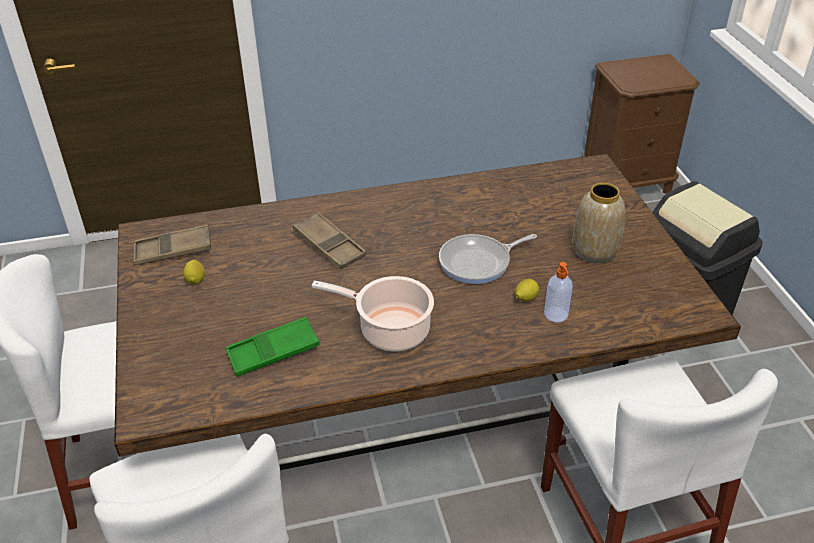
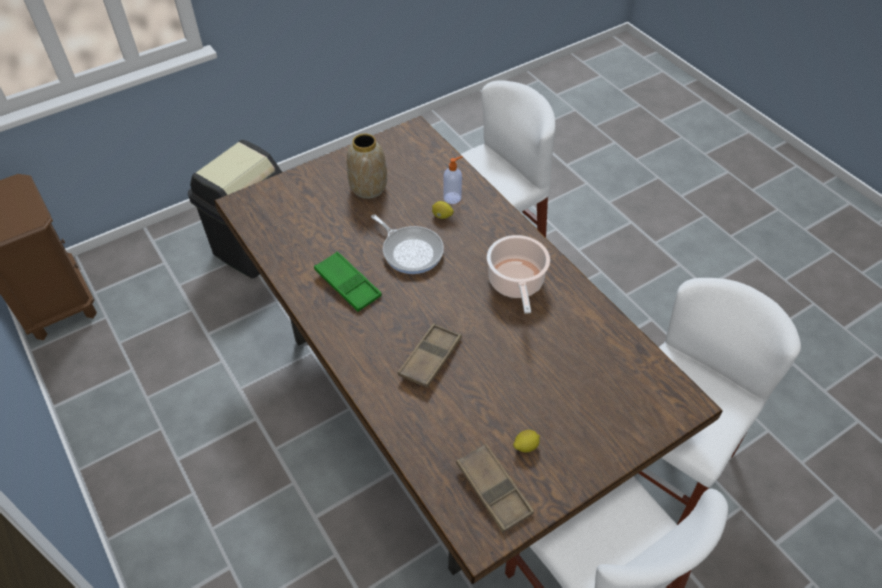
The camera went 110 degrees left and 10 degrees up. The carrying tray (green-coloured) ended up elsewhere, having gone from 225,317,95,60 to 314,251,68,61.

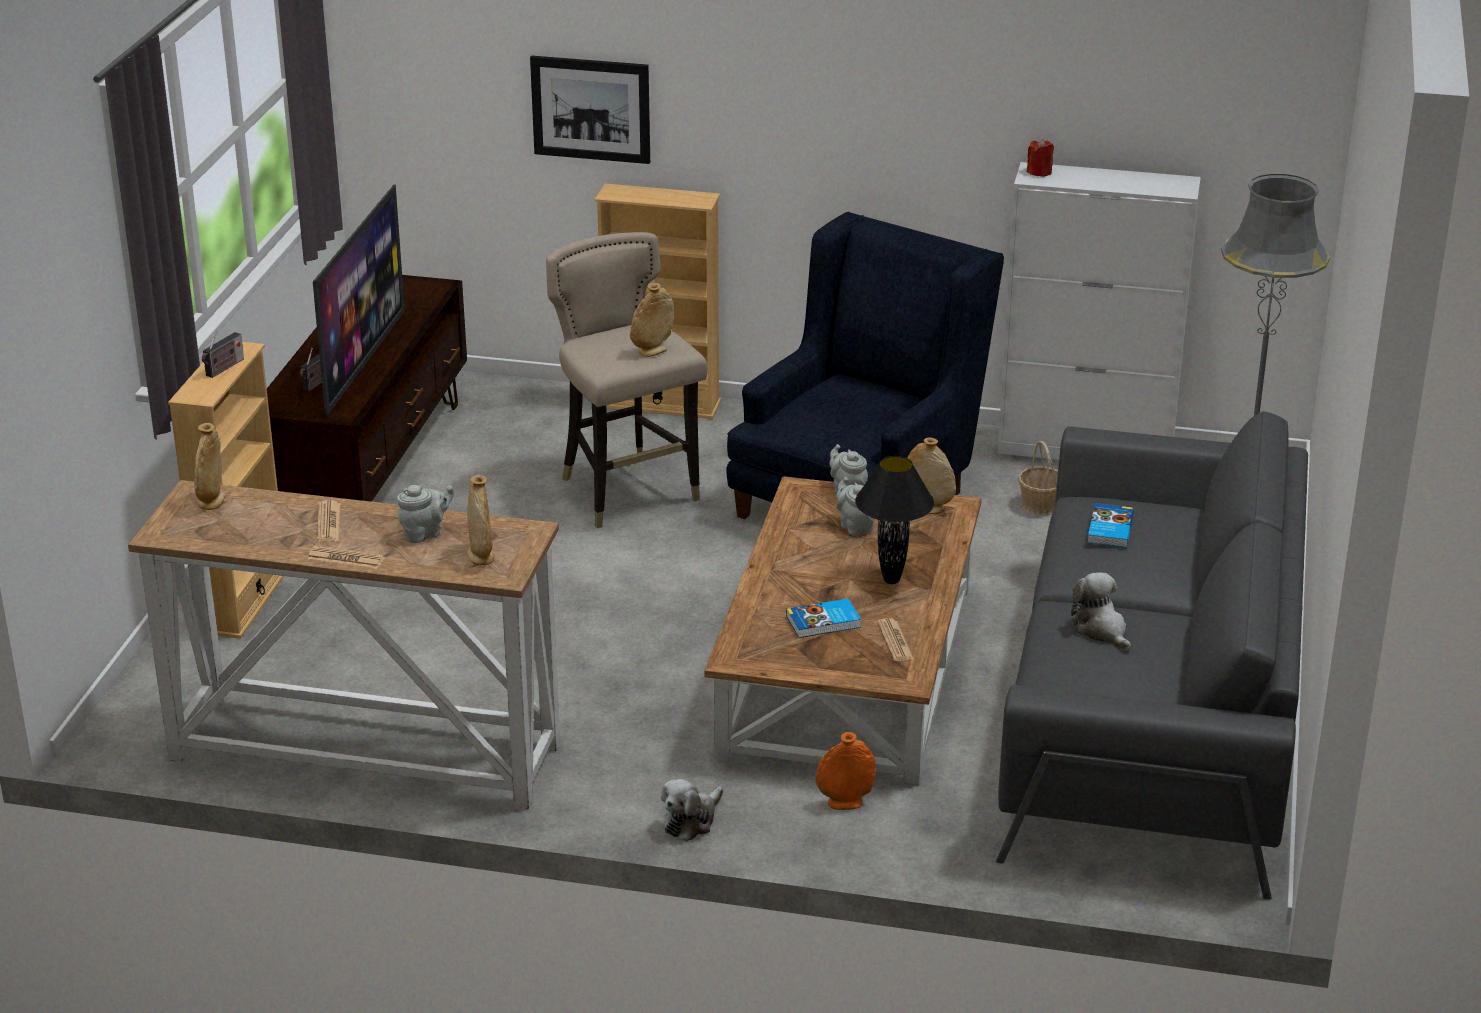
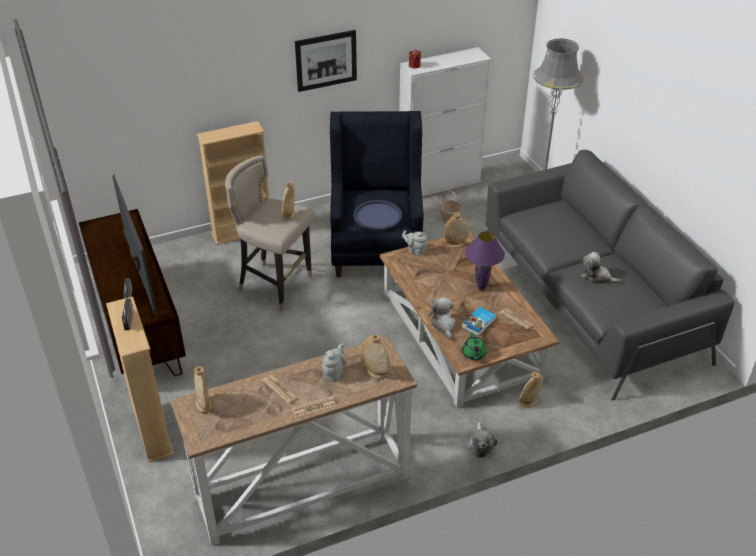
The camera went 35 degrees left and 10 degrees up. The picture ended up elsewhere, having gone from 530,56,120,108 to 295,30,62,62. The second view gained the carrying tray (bluish) at 353,200,49,30. The second view gained the plush toy at 429,297,27,42. The second view gained the tea pot (green-coloured) at 462,332,25,29. What was the tabletop lamp (blackish) at 855,456,79,128 turned into the tabletop lamp (purple-coloured) at 465,232,40,59. What was the flower vase (orangey) at 815,732,61,78 turned into the flower vase (beige) at 519,372,24,36. The second view lost the tea pot (grey) at 836,477,38,58. The second view lost the volume at 1087,503,47,44.

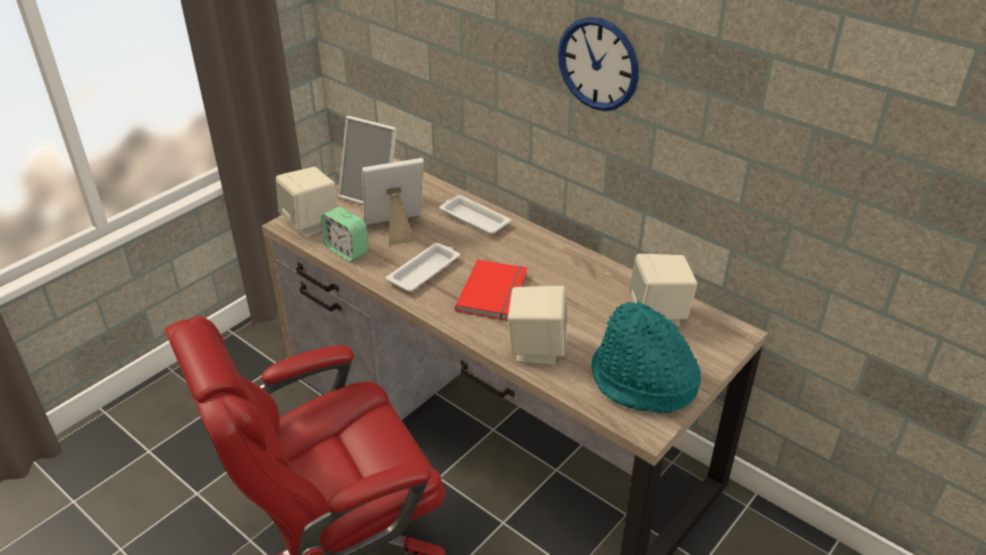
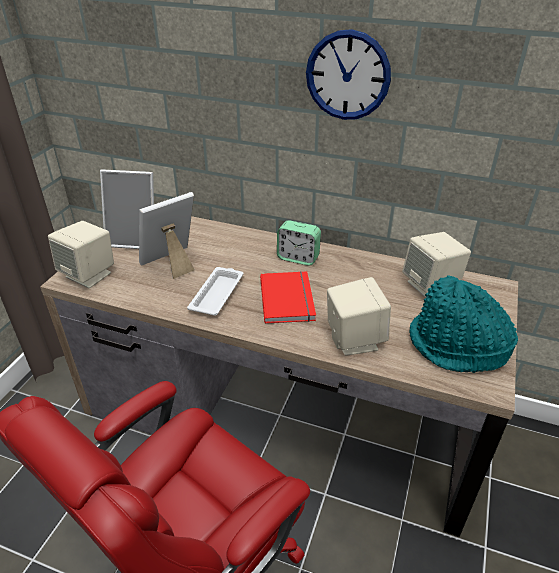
The camera went 20 degrees left and 0 degrees up. The bedside clock ended up elsewhere, having gone from 321,207,47,55 to 277,220,44,46. The second view lost the carrying tray (whitish) at 439,195,72,39.

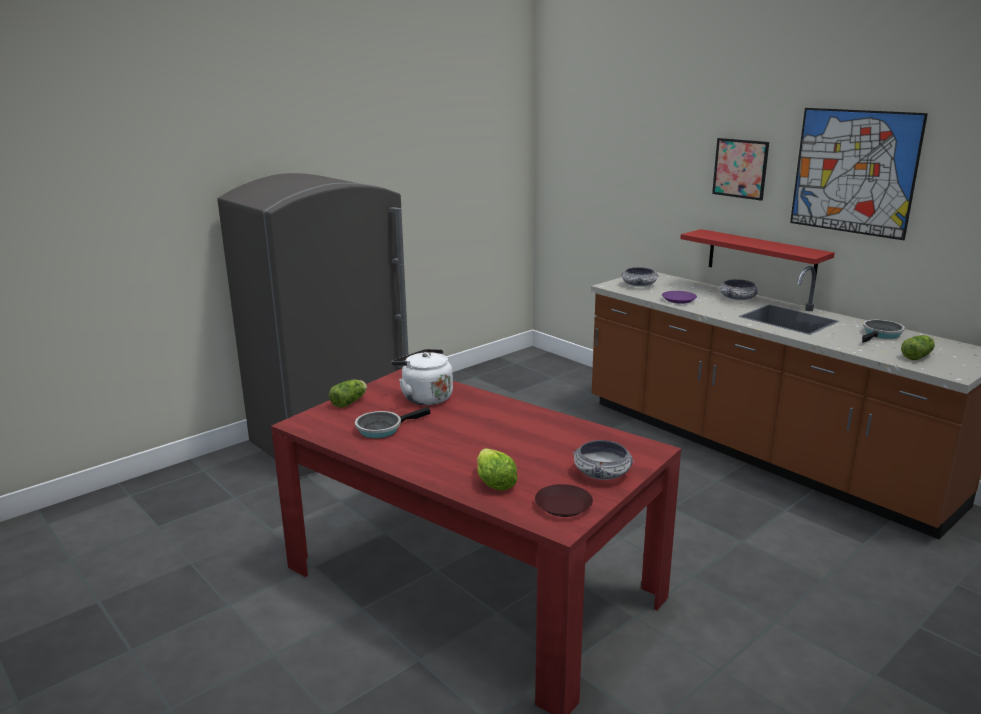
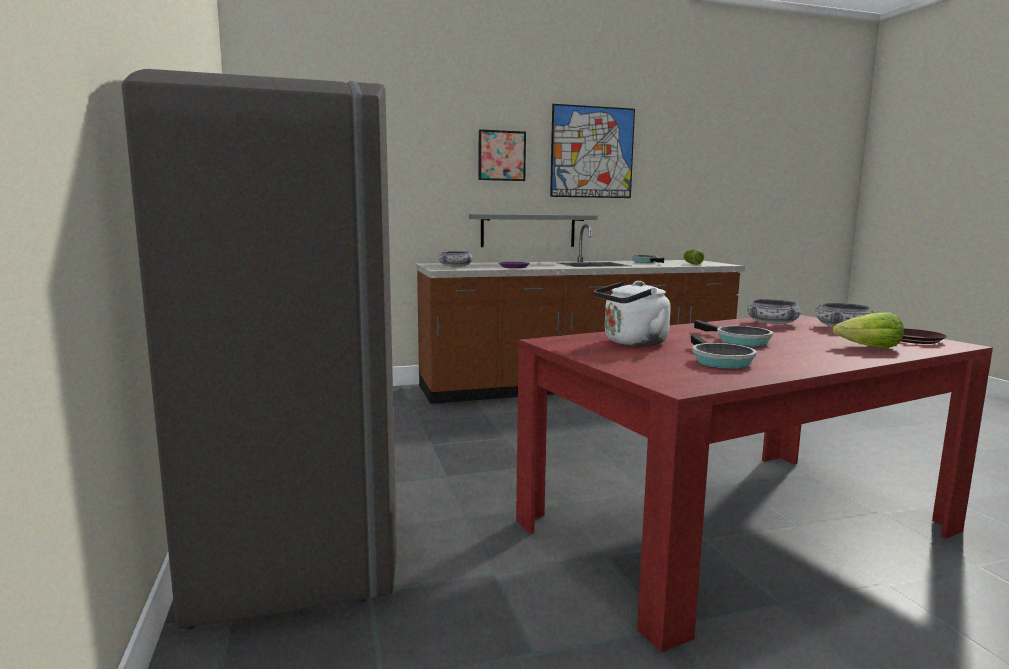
The camera went 65 degrees left and 10 degrees down. What was the shelf (reddish) at 680,229,155,60 turned into the shelf (grey) at 469,214,129,33. The second view gained the frying pan at 694,320,79,27. The deep dish ended up elsewhere, having gone from 719,279,40,21 to 746,299,56,25. The second view lost the head of lettuce at 329,380,38,28.

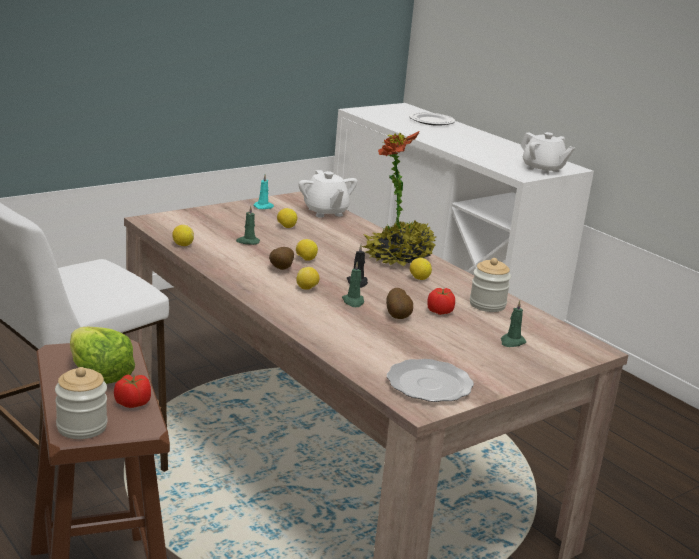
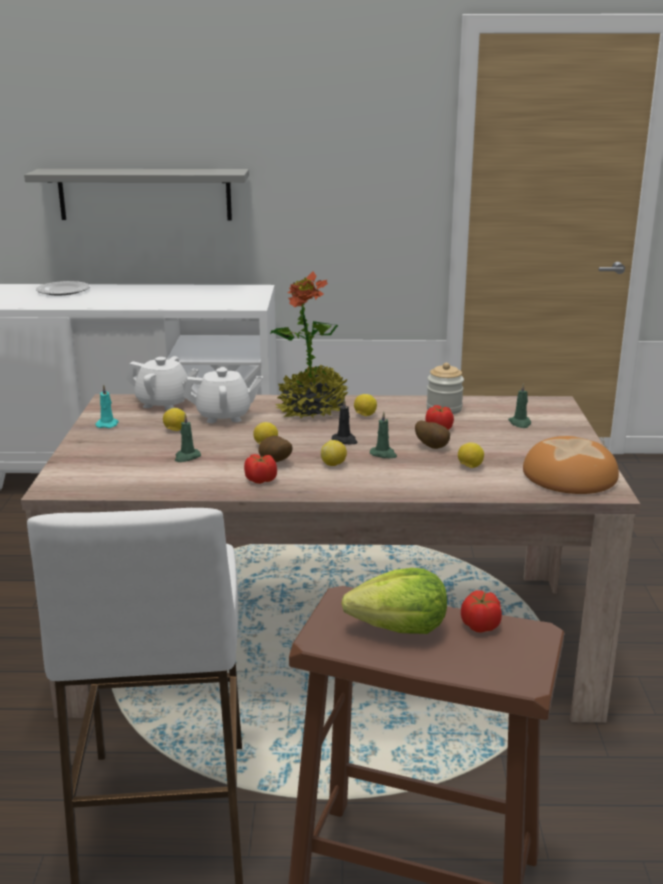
The camera went 50 degrees left and 0 degrees up. The second view gained the shelf (grey) at 24,169,225,52. The tea pot (whitish) ended up elsewhere, having gone from 521,132,54,43 to 183,367,80,56. The second view gained the whole tomato at 244,454,33,30. The citrus fruit ended up elsewhere, having gone from 172,225,22,21 to 458,443,26,25. Where the flat dish stood at 387,359,87,43, the bread came to stand at 523,436,96,58. The second view lost the preserve jar at 55,367,52,72.

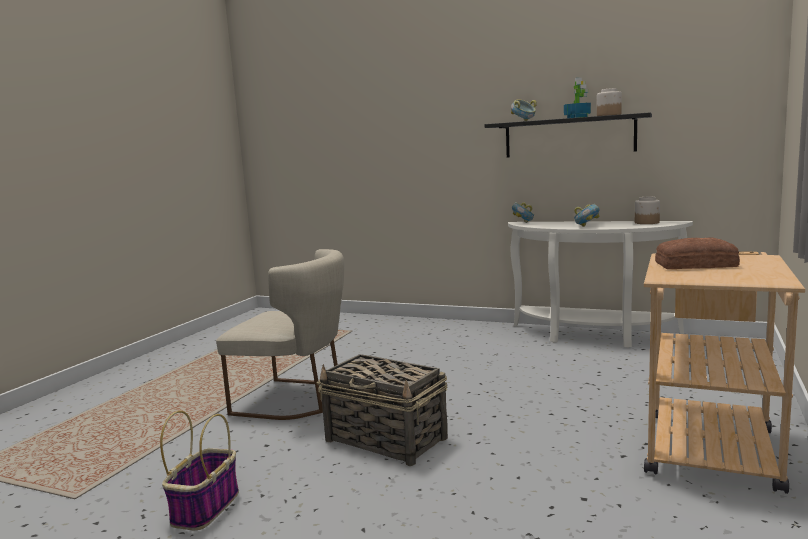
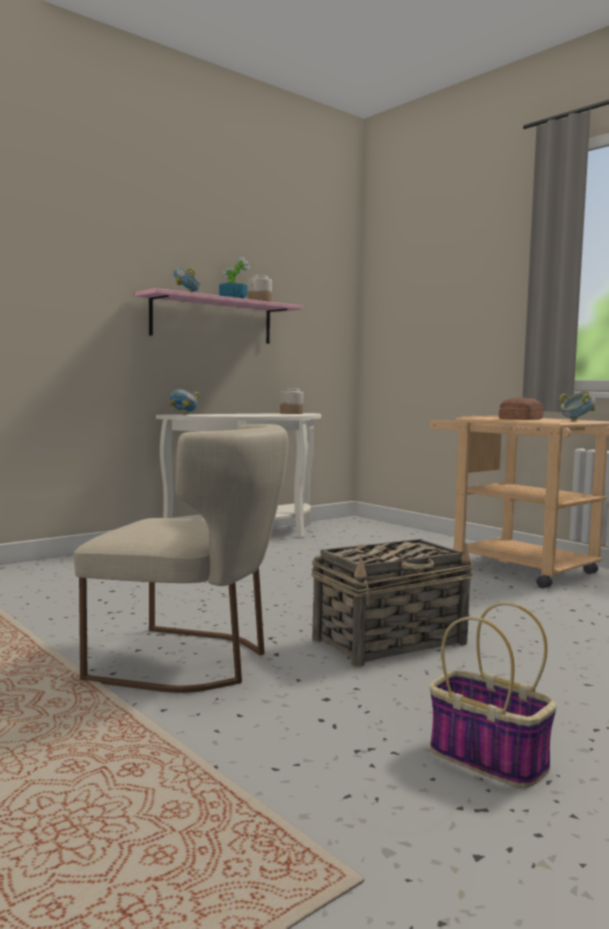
The camera went 65 degrees left and 5 degrees down. The plain chair (beige) at 216,249,128,171 ended up facing another way, 60 degrees clockwise from before. What was the shelf (blackish) at 485,112,167,46 turned into the shelf (pinkish) at 135,288,168,56. The deep dish ended up elsewhere, having gone from 574,204,26,23 to 559,392,36,29.

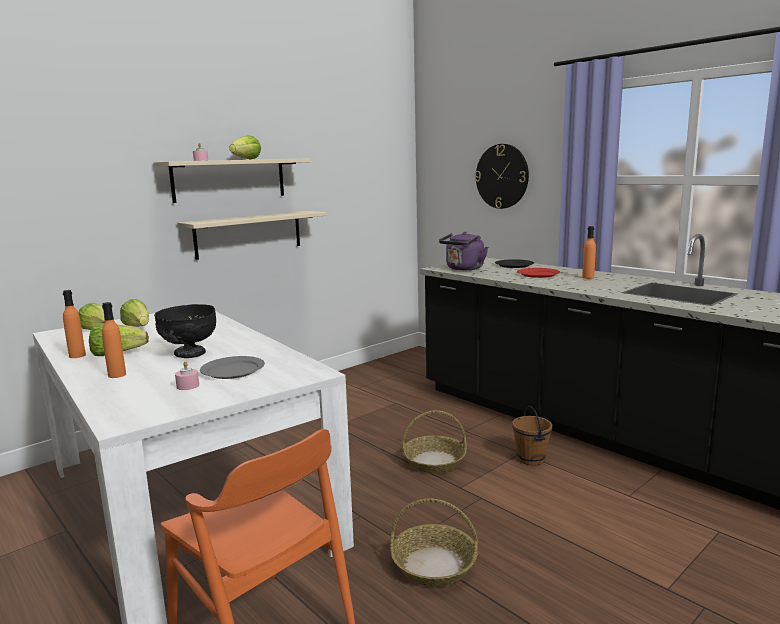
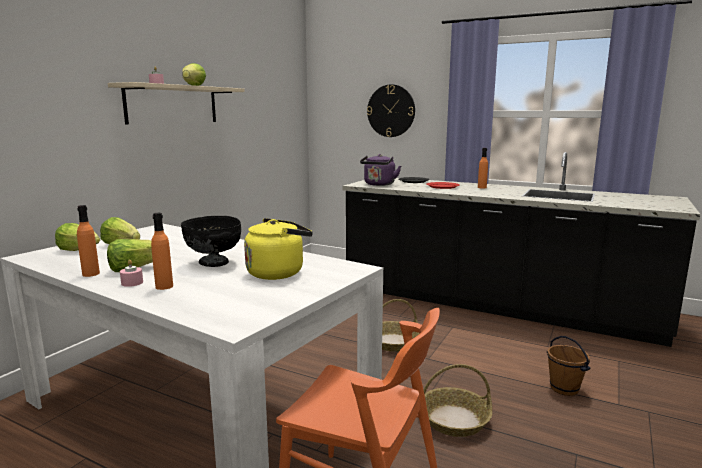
The camera went 20 degrees left and 0 degrees up. The candle (pinkish) ended up elsewhere, having gone from 175,361,24,29 to 120,260,23,27. Where the flat dish (grey) stood at 200,356,65,23, the water kettle (yellow-coloured) came to stand at 244,218,69,62. The pail (brown-coloured) ended up elsewhere, having gone from 512,406,40,60 to 547,336,44,60. The second view lost the shelf (beige) at 178,211,149,49.

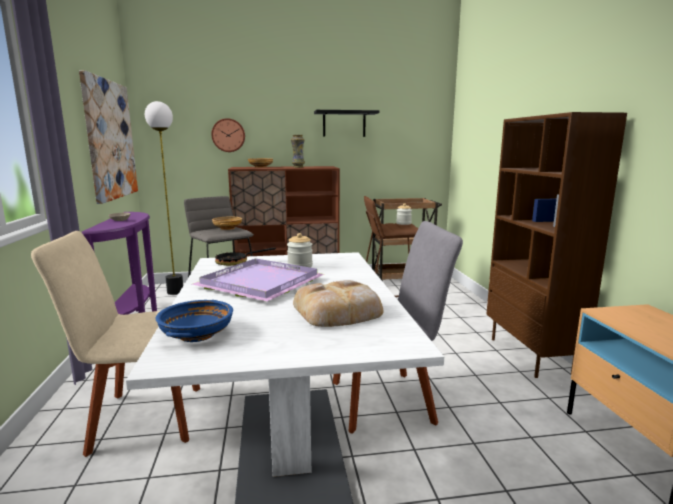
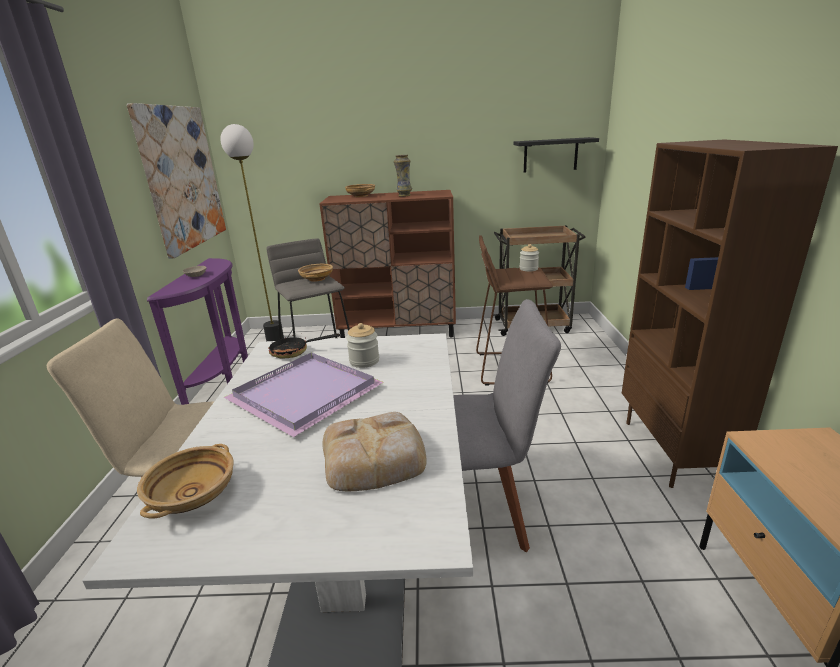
The camera went 10 degrees right and 10 degrees up. What was the deep dish (bluish) at 155,300,78,42 turned into the deep dish (beige) at 137,444,97,75. The shelf (blackish) ended up elsewhere, having gone from 314,110,65,27 to 513,137,86,35. The second view lost the wall clock at 211,118,34,34.

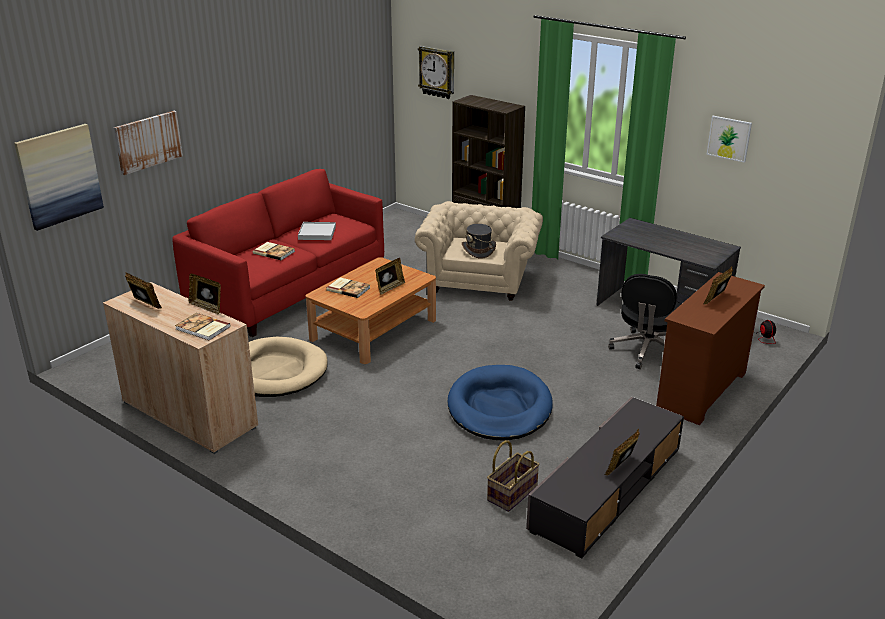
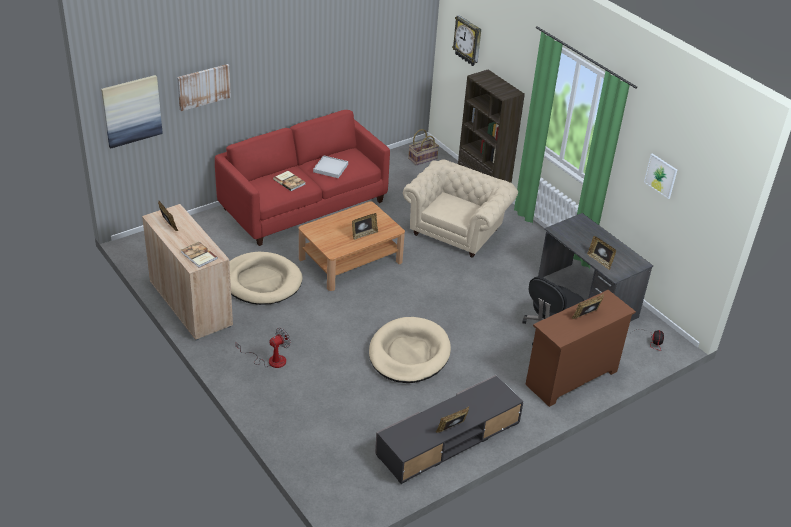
The camera went 15 degrees right and 10 degrees up. The second view gained the fan at 236,328,55,40. What was the pet bed (bluish) at 447,365,106,75 turned into the pet bed (beige) at 369,317,82,66. The storage basket ended up elsewhere, having gone from 487,440,53,72 to 408,129,31,36. The standing frame ended up elsewhere, having gone from 189,274,32,41 to 587,236,29,33. The second view lost the volume at 326,277,44,21. The second view lost the clothing hat (grey) at 462,224,34,35.

